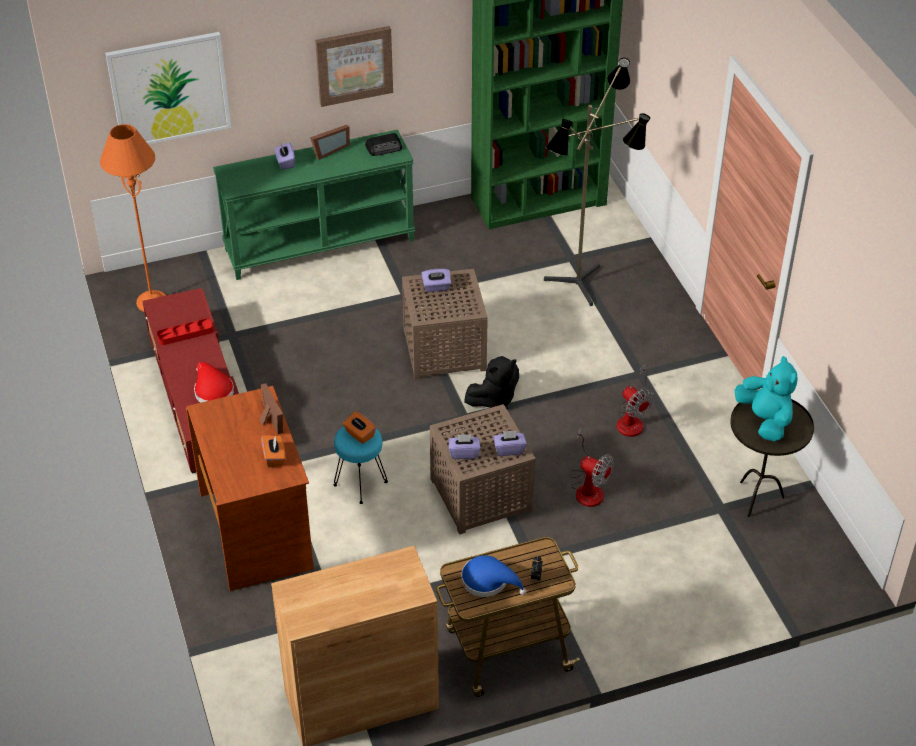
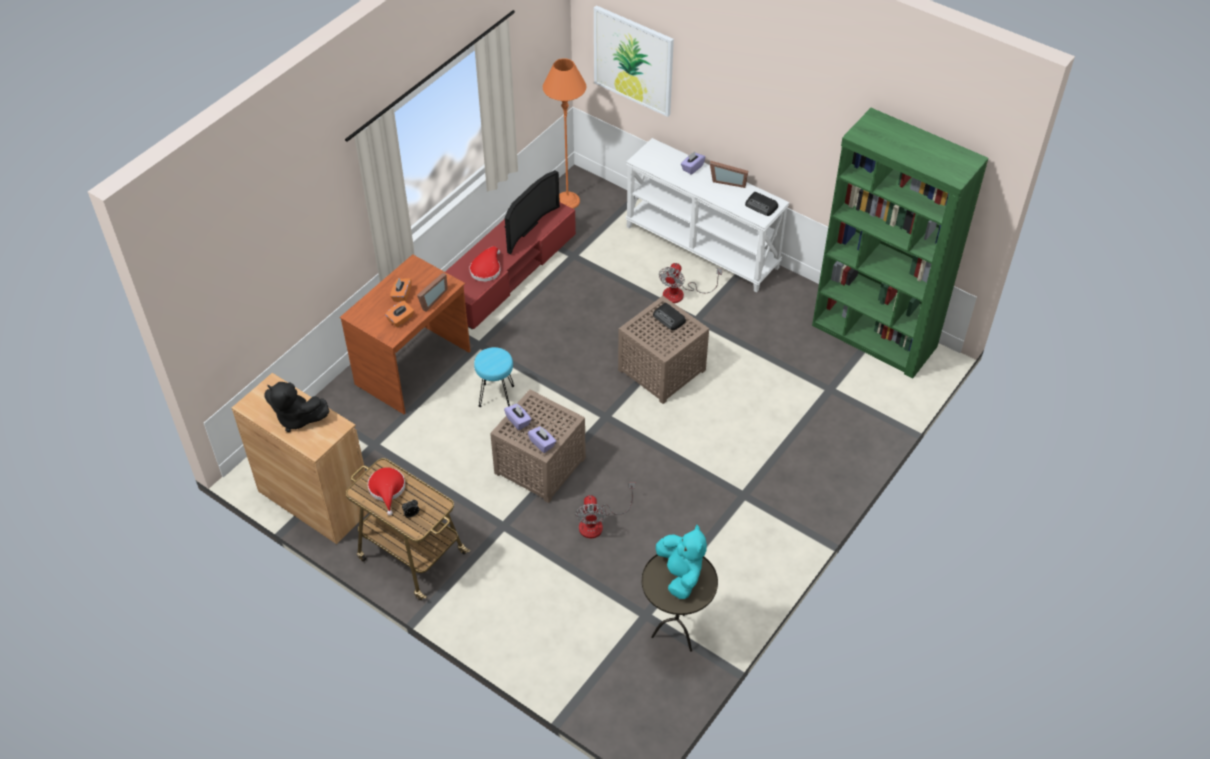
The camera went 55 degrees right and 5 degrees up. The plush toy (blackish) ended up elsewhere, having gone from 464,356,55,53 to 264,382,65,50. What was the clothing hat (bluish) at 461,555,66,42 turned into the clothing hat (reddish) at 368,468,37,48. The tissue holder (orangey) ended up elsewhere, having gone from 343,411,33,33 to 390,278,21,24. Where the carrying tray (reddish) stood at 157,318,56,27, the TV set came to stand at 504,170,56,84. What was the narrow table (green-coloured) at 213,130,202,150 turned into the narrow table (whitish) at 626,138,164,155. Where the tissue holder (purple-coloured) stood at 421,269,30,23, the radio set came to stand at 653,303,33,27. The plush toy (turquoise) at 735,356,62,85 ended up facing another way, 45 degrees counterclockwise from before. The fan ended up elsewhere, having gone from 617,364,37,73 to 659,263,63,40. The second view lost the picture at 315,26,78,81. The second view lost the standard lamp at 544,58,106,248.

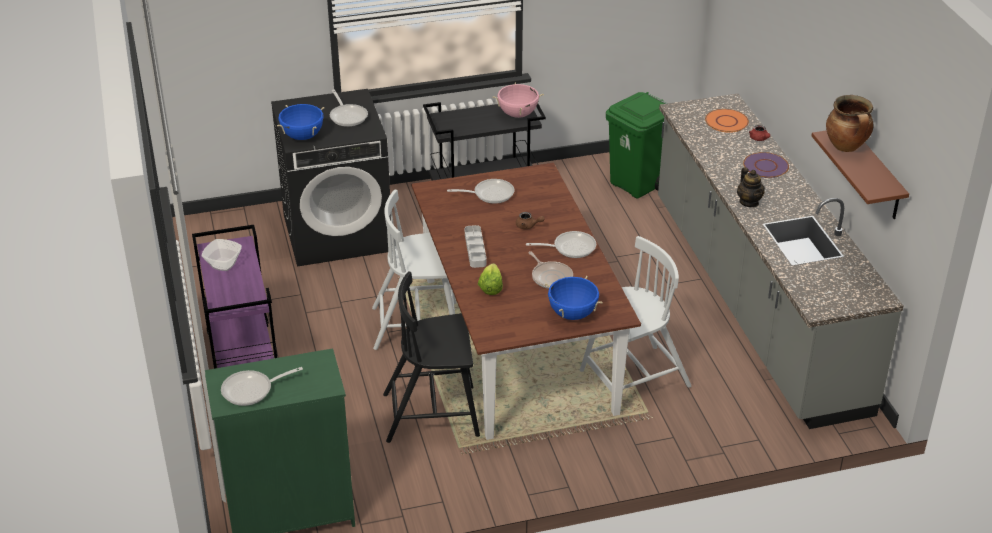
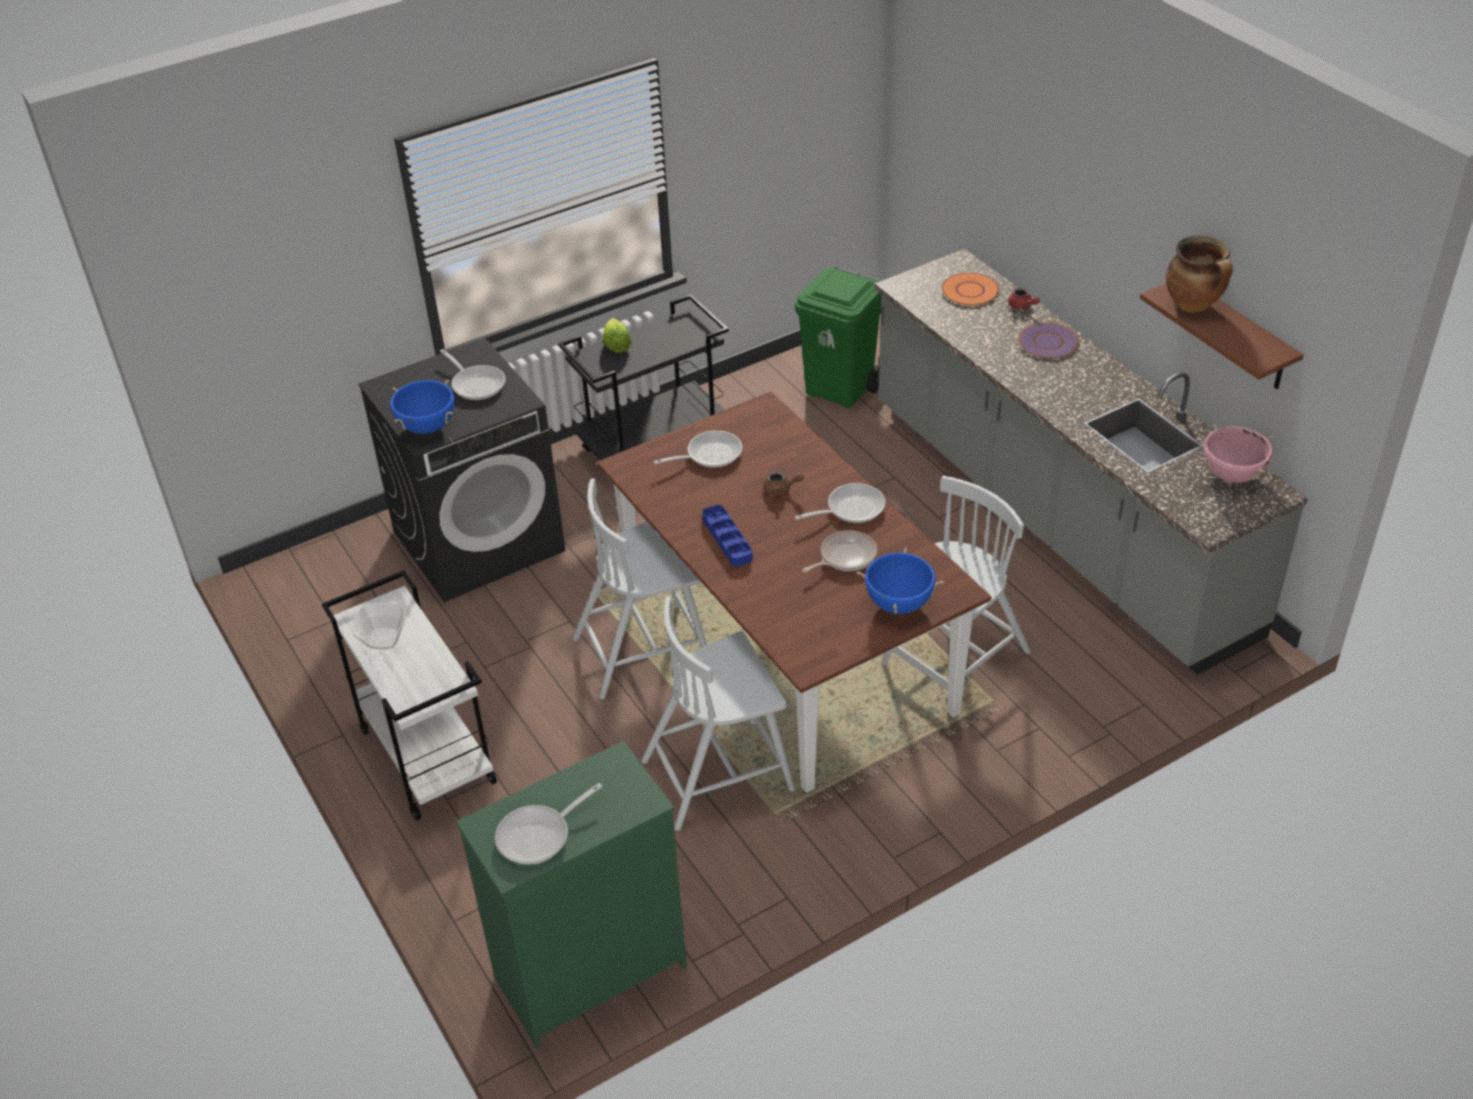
The camera went 15 degrees left and 5 degrees up. What was the trolley (purple-coloured) at 192,225,85,144 turned into the trolley (whitish) at 321,570,176,251. The head of lettuce ended up elsewhere, having gone from 478,263,25,32 to 603,318,29,35. What was the plain chair (blackish) at 383,272,97,171 turned into the plain chair (whitish) at 641,597,154,234. What was the carrying tray (grey) at 465,225,22,43 turned into the carrying tray (bluish) at 702,505,51,61. The frying pan at 528,251,45,38 ended up facing another way, 75 degrees counterclockwise from before. The stockpot (pinkish) ended up elsewhere, having gone from 493,82,51,36 to 1203,424,70,59. The second view lost the tea pot at 737,167,28,41.

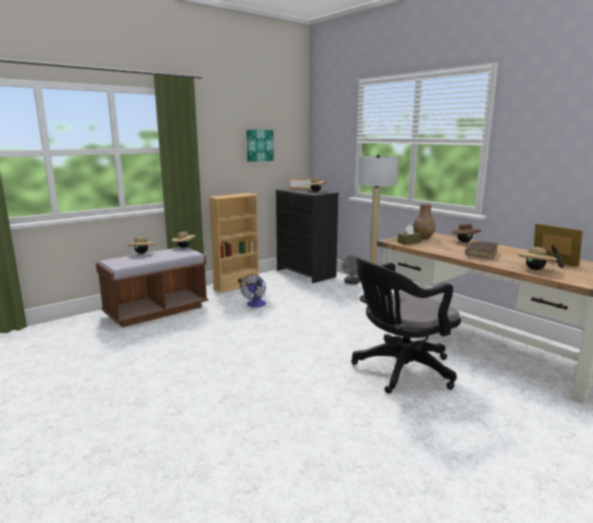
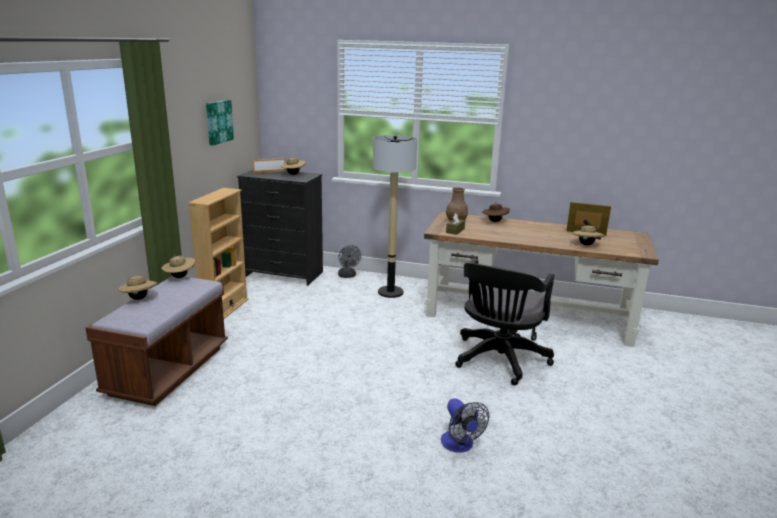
The camera went 35 degrees left and 5 degrees up. The fan ended up elsewhere, having gone from 240,274,26,33 to 441,398,48,55. The second view lost the volume (brown-coloured) at 465,241,33,18.

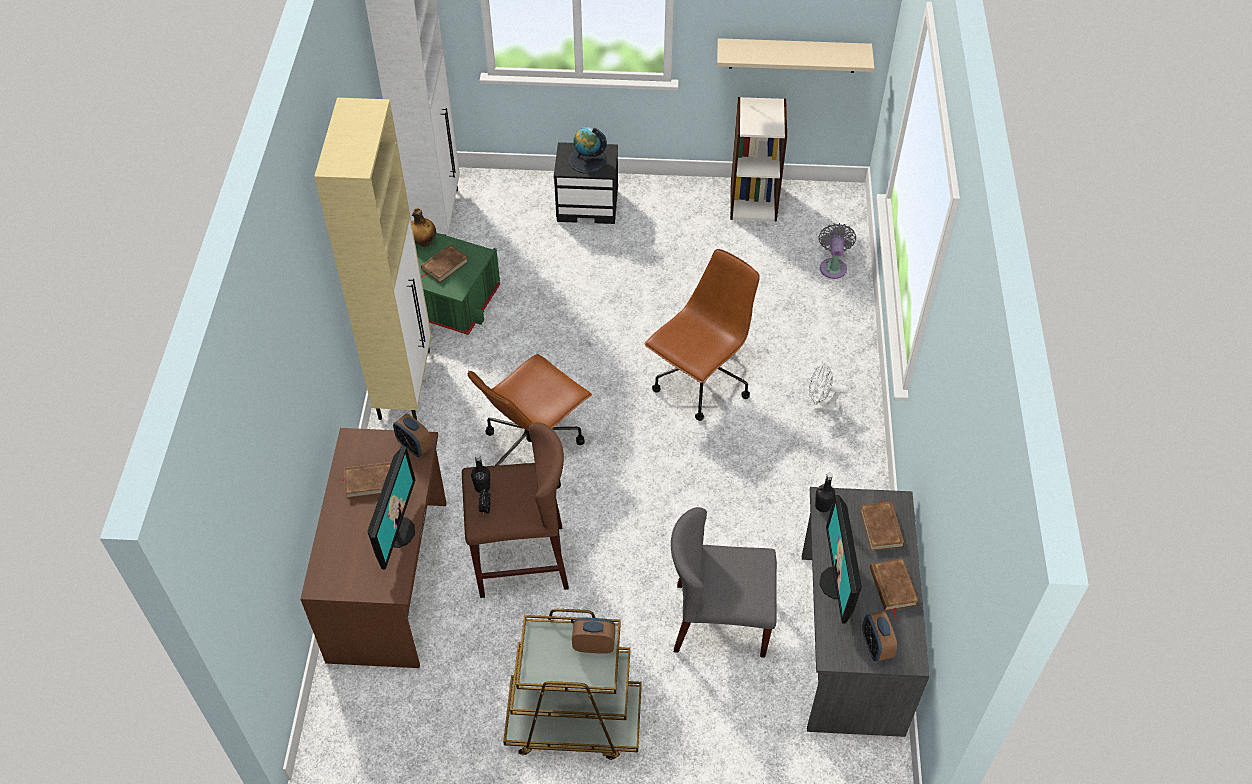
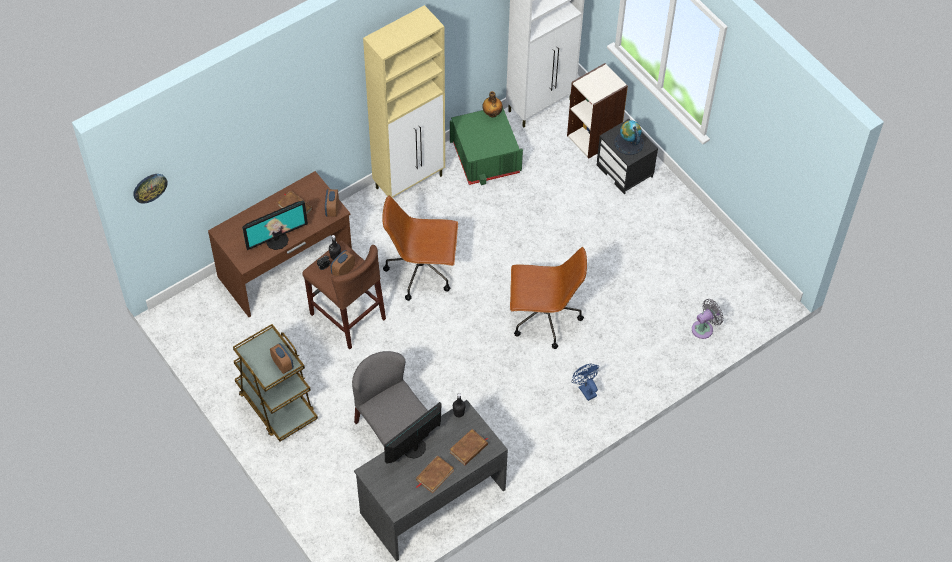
The camera went 50 degrees right and 5 degrees up. The second view gained the wall clock at 133,174,35,30. The bedside clock ended up elsewhere, having gone from 862,611,35,50 to 330,250,25,26. The shelving unit ended up elsewhere, having gone from 730,97,57,124 to 567,63,61,96. What was the fan (whitish) at 809,363,40,49 turned into the fan (bluish) at 572,364,27,37. The second view lost the volume (brown-coloured) at 421,244,47,39. The second view lost the shelf (beige) at 717,38,157,35.

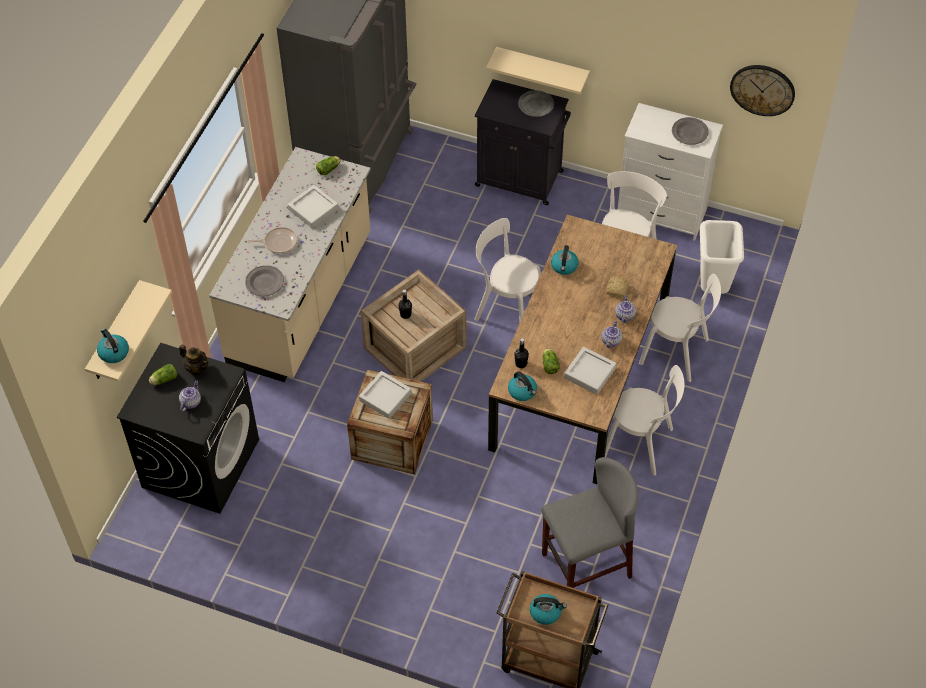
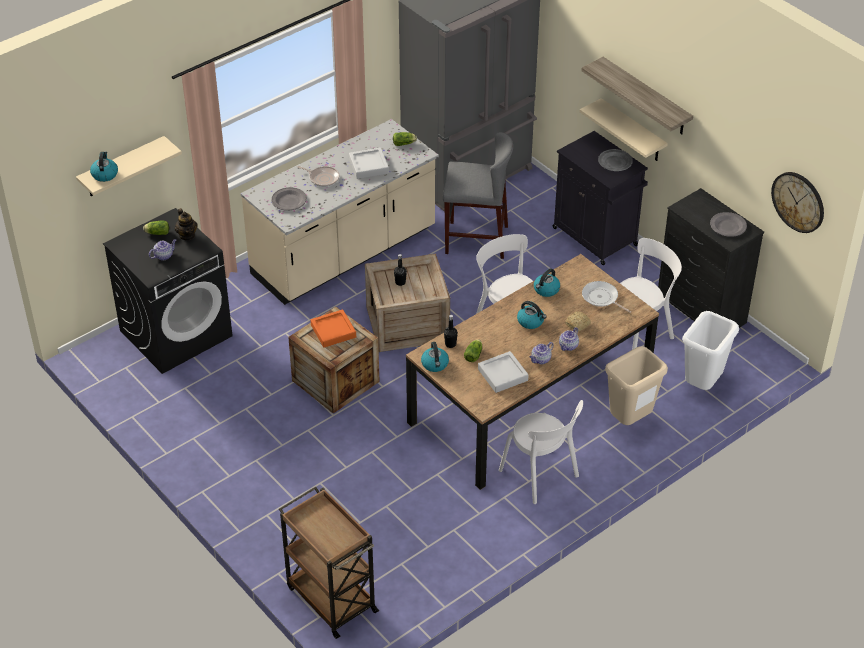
The camera went 30 degrees right and 10 degrees down. What was the carrying tray (grey) at 359,371,52,48 turned into the carrying tray (orangey) at 310,309,46,39. The stool seat (grey) ended up elsewhere, having gone from 541,457,98,131 to 443,132,70,127. The water kettle ended up elsewhere, having gone from 530,594,37,31 to 517,301,30,28. The second view gained the shelf at 581,57,112,77. The second view gained the frying pan at 582,281,49,32. Where the plain chair (whitish) stood at 639,274,82,108, the waste bin (beige) came to stand at 605,346,63,79. What was the dresser (whitish) at 617,103,106,138 turned into the dresser (blackish) at 658,188,106,140.

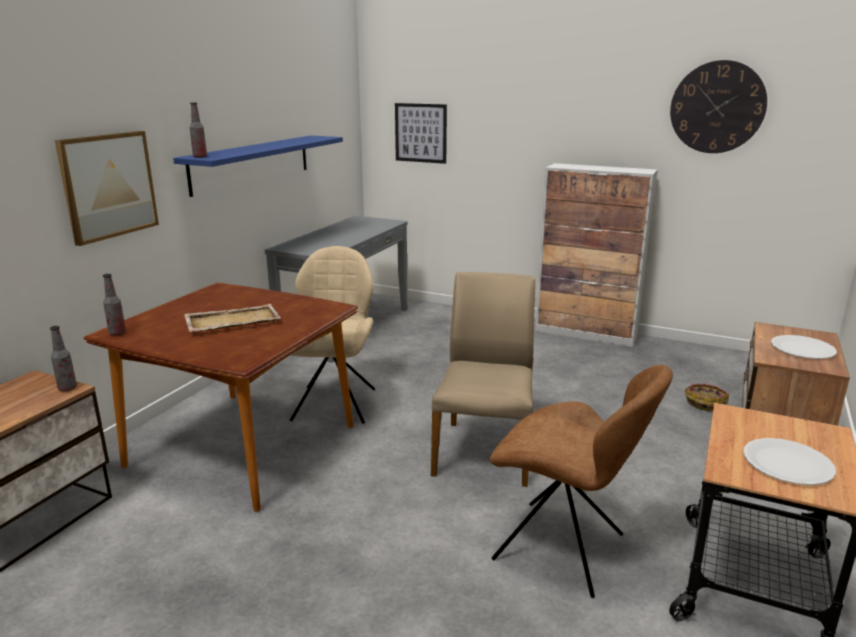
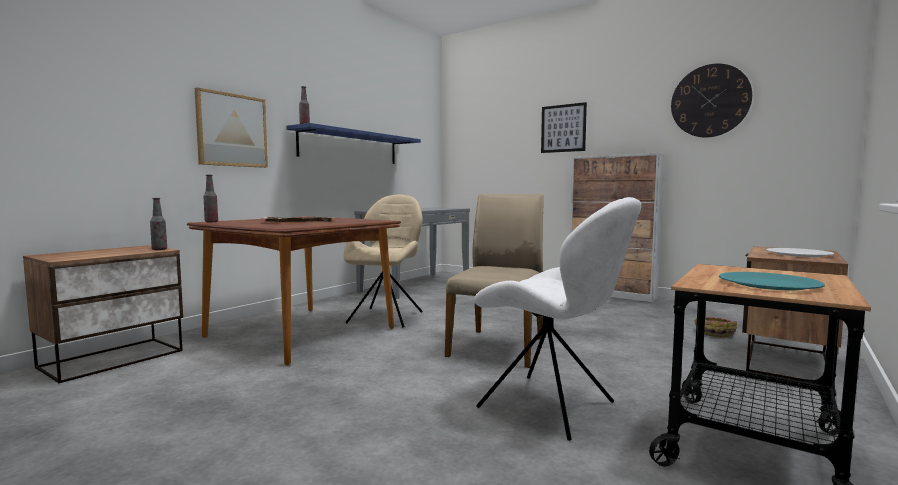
The camera went 10 degrees right and 15 degrees down. What was the plain chair (brown-coloured) at 490,364,183,234 turned into the plain chair (whitish) at 474,197,167,244. The picture ended up elsewhere, having gone from 395,103,52,61 to 541,102,46,51. What was the flat dish (whitish) at 743,438,93,47 turned into the flat dish (turquoise) at 719,272,106,18.

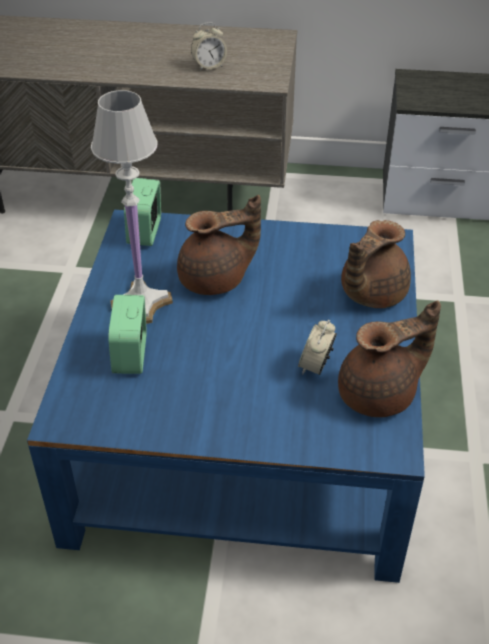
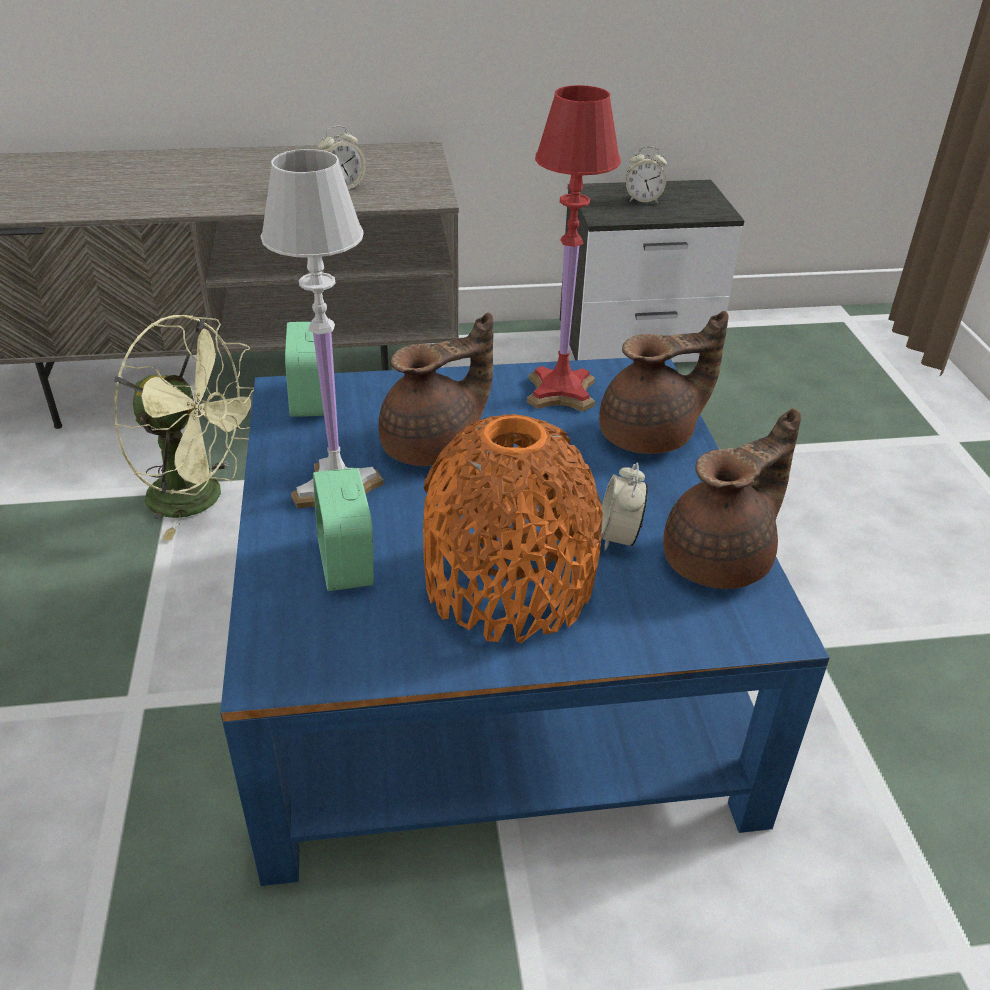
The camera went 15 degrees left and 5 degrees down. The second view gained the fan (green-coloured) at 114,315,140,225. The second view gained the flower vase (orangey) at 423,414,180,229. The second view gained the tabletop lamp (reddish) at 527,85,94,327. The tea pot (brown-coloured) at 341,220,70,88 ended up facing another way, 135 degrees counterclockwise from before. The second view gained the bedside clock at 626,146,41,57.

